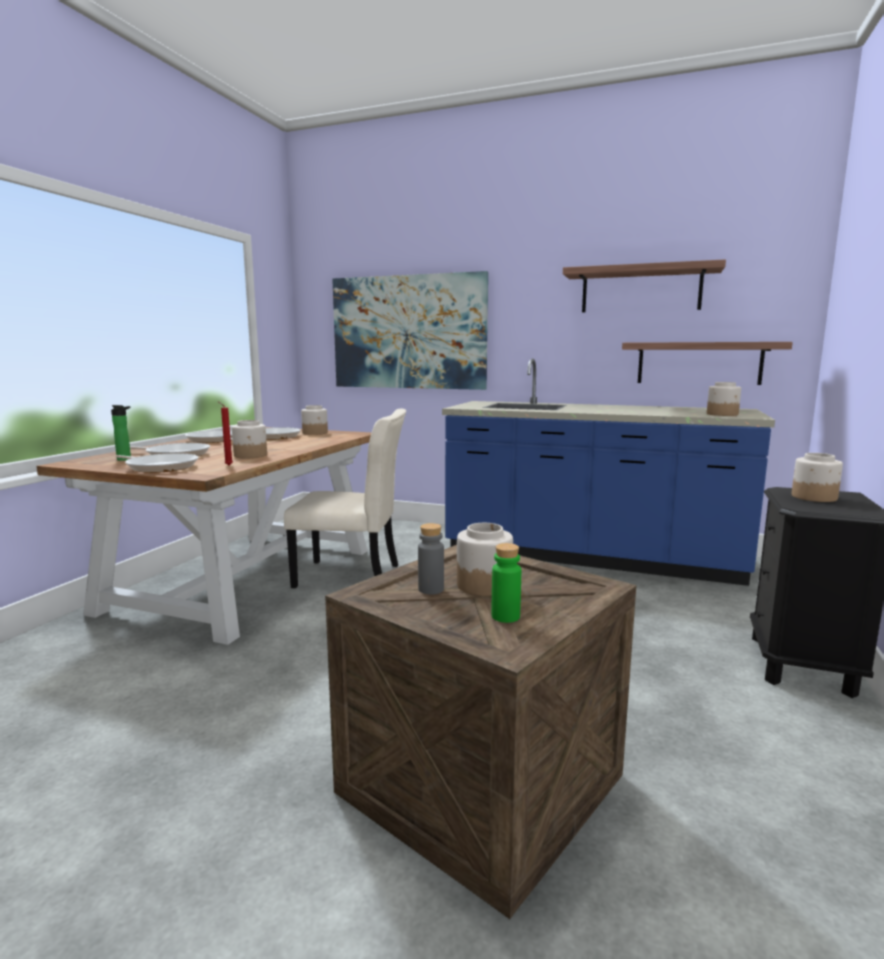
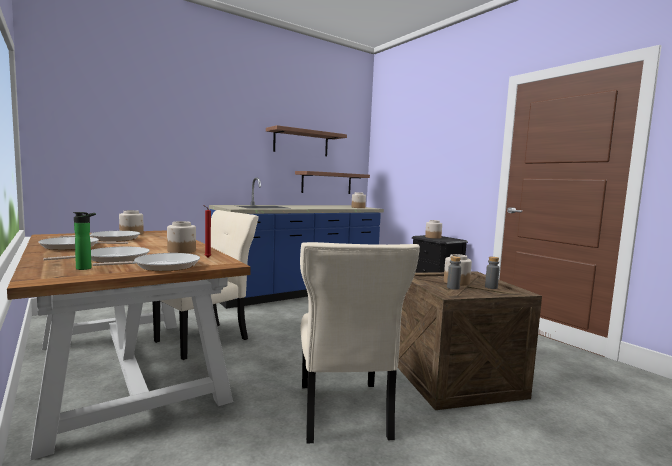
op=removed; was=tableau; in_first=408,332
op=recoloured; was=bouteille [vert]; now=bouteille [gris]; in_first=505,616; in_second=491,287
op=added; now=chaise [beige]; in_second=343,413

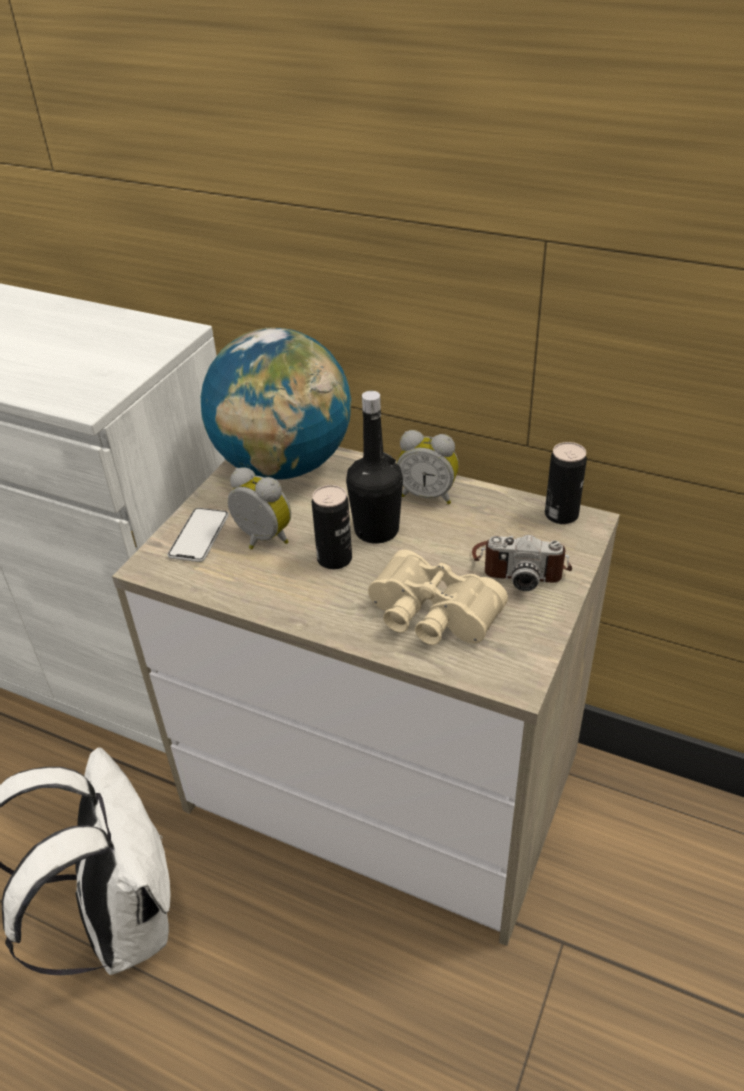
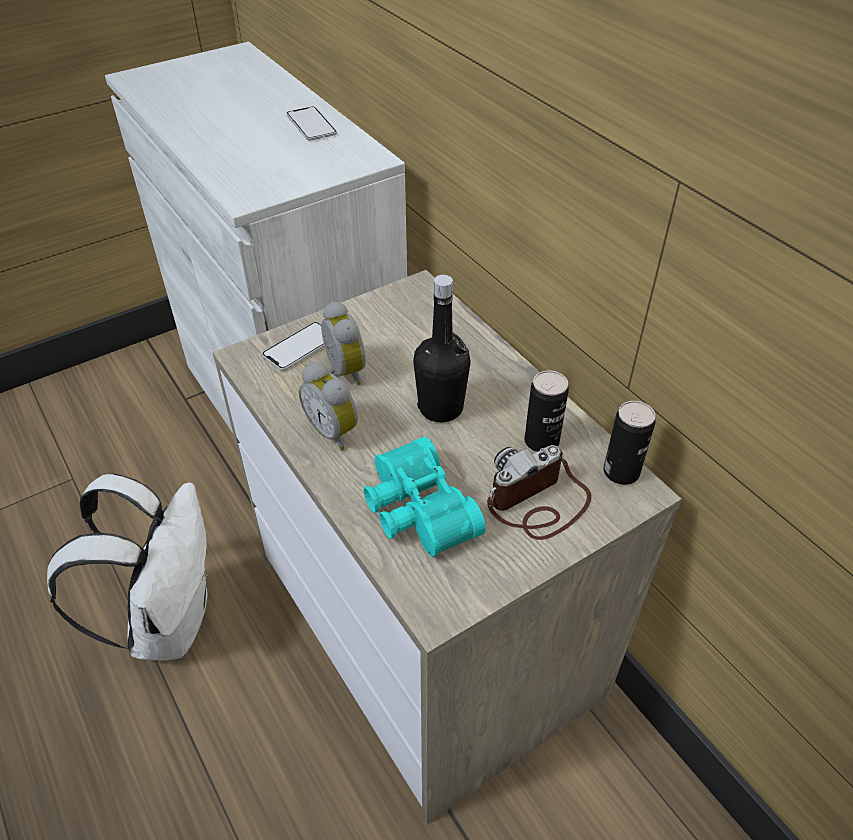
op=removed; was=globe; in_first=283,466
op=moved; was=boîte métallique; in_first=334,559; in_second=541,441
op=recoloured; was=jumelles [beige]; now=jumelles [turquoise]; in_first=430,617; in_second=415,511
op=moved; was=réveil; in_first=428,494; in_second=334,431
op=turned; was=appareil photo; in_first=520,565; in_second=537,503; clockwise=105
op=added; now=téléphone; in_second=311,125

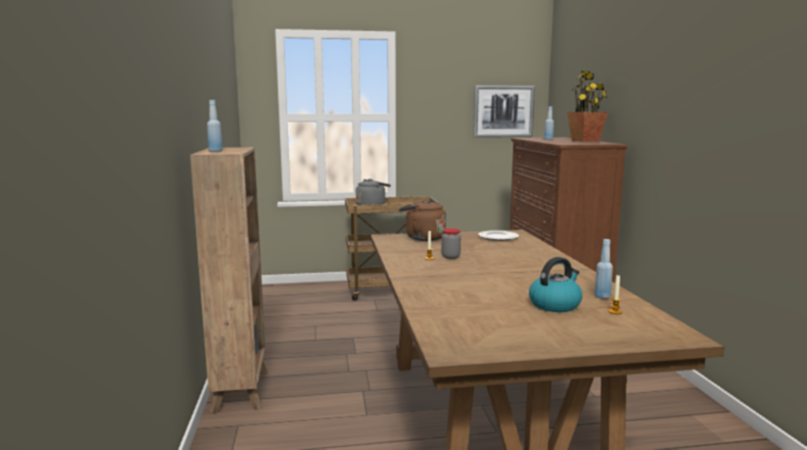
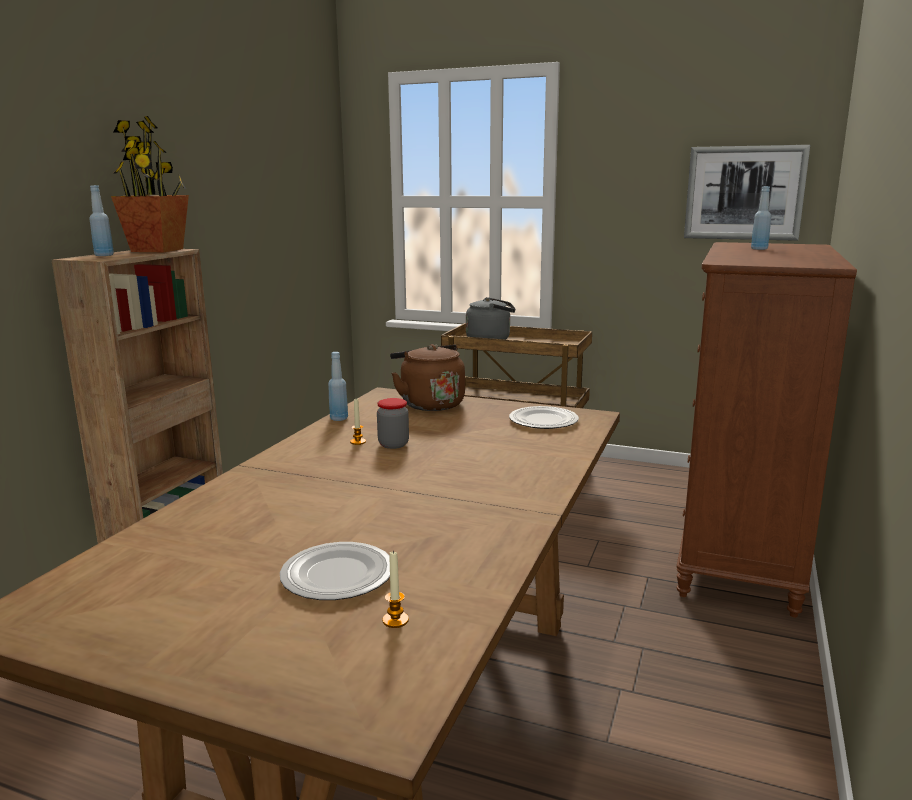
op=replaced; was=bouilloire; now=assiette; in_first=555,304; in_second=336,574
op=moved; was=plante en pot; in_first=585,140; in_second=158,250
op=moved; was=bouteille [bleu]; in_first=602,296; in_second=339,419

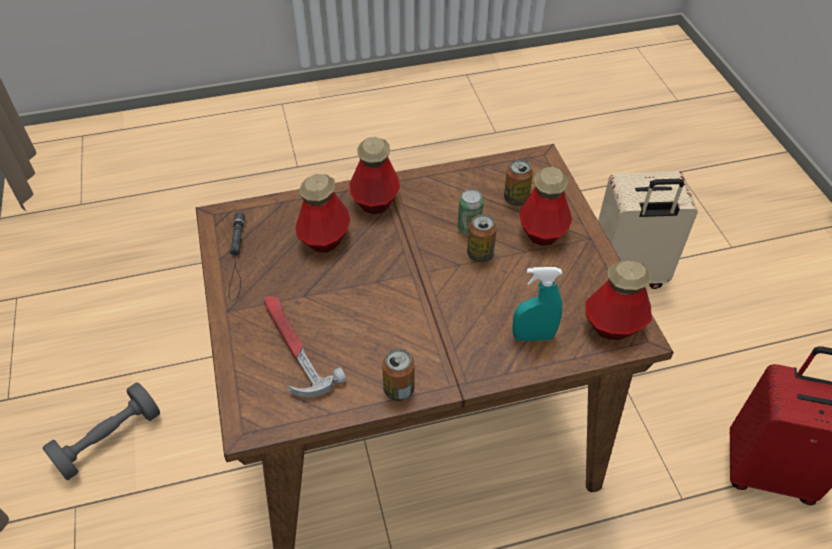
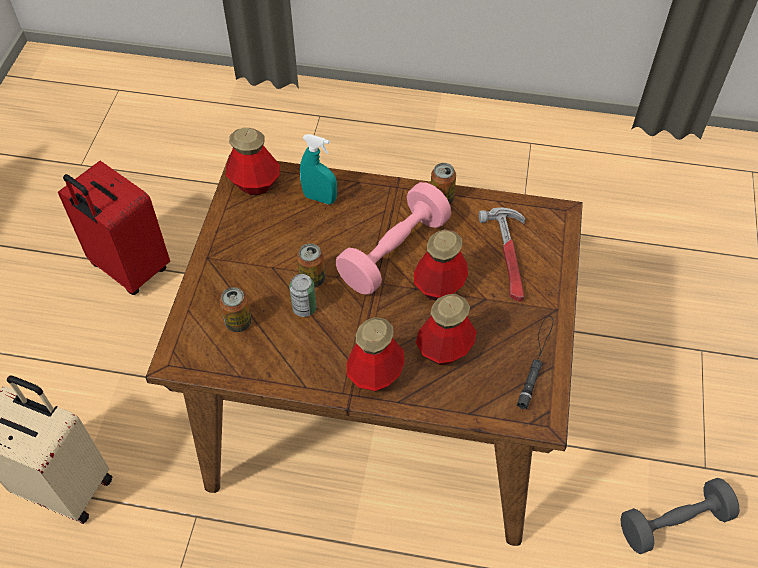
op=moved; was=bouteille; in_first=542,232; in_second=439,286
op=added; now=haltère [rose]; in_second=394,252

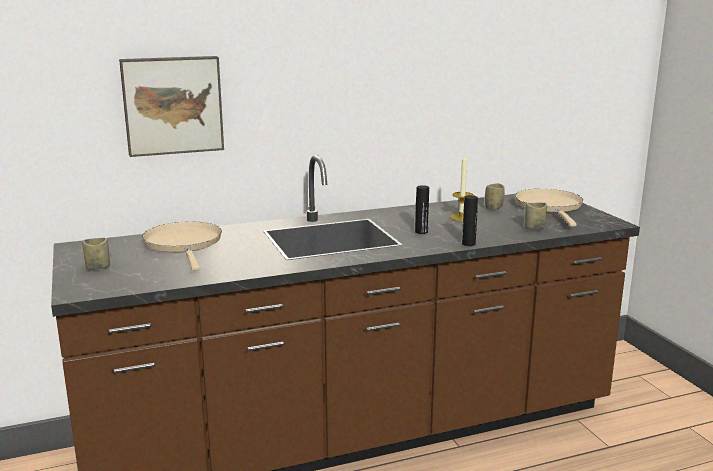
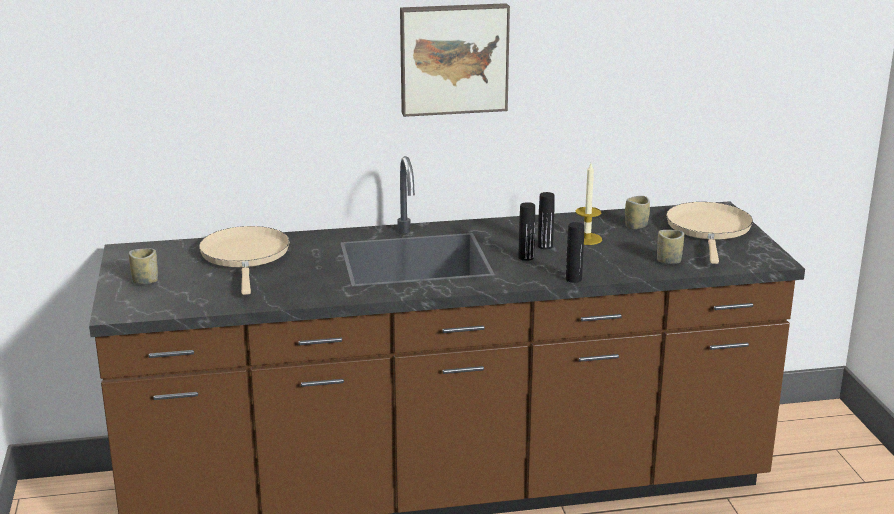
op=moved; was=tableau; in_first=172,105; in_second=453,58
op=added; now=bouteille [noir]; in_second=545,246

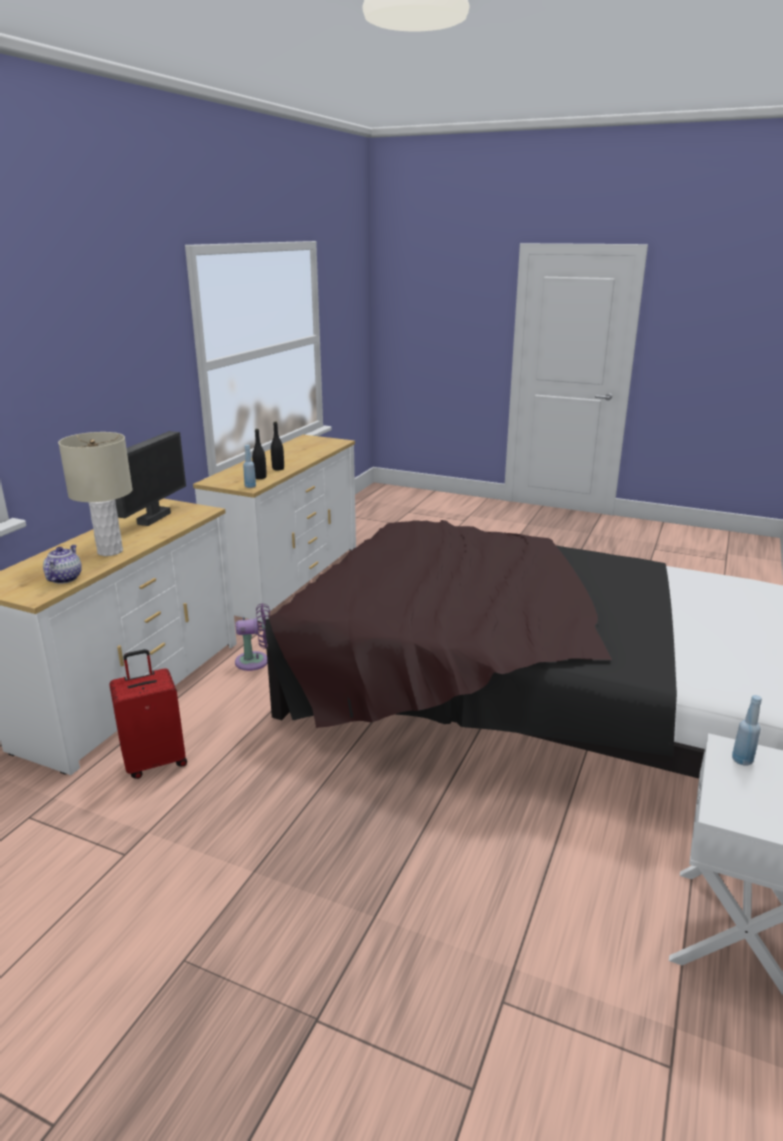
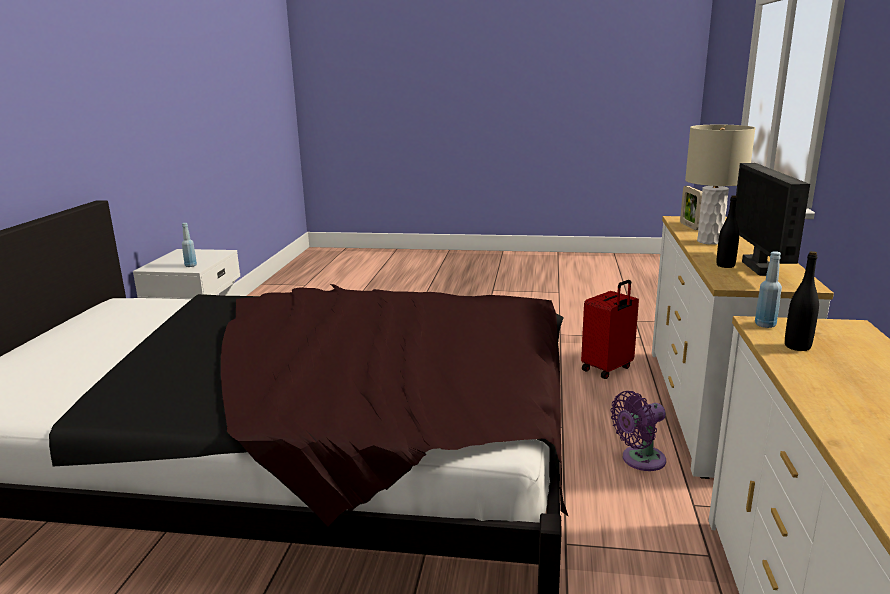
op=replaced; was=théière; now=cadre photo; in_first=64,578; in_second=689,226
op=moved; was=bouteille [noir]; in_first=278,469; in_second=725,265

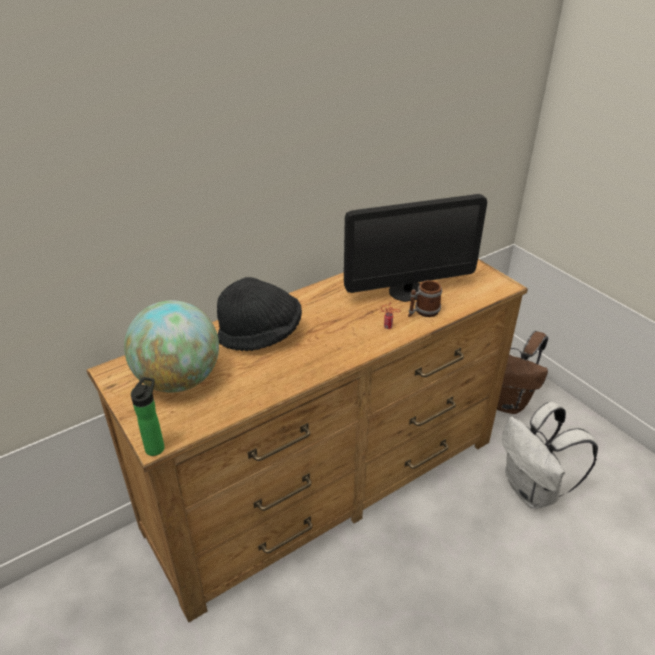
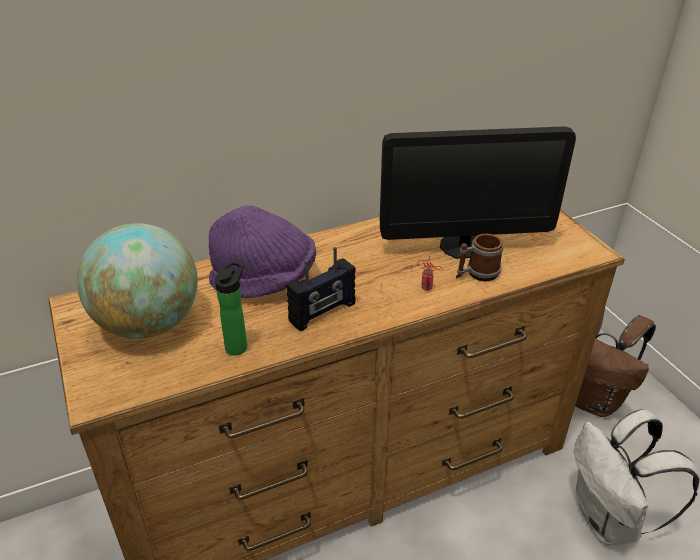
op=moved; was=bouteille; in_first=156,446; in_second=238,345
op=recoloured; was=chapeau [noir]; now=chapeau [violet]; in_first=260,335; in_second=264,280
op=added; now=radio; in_second=323,313

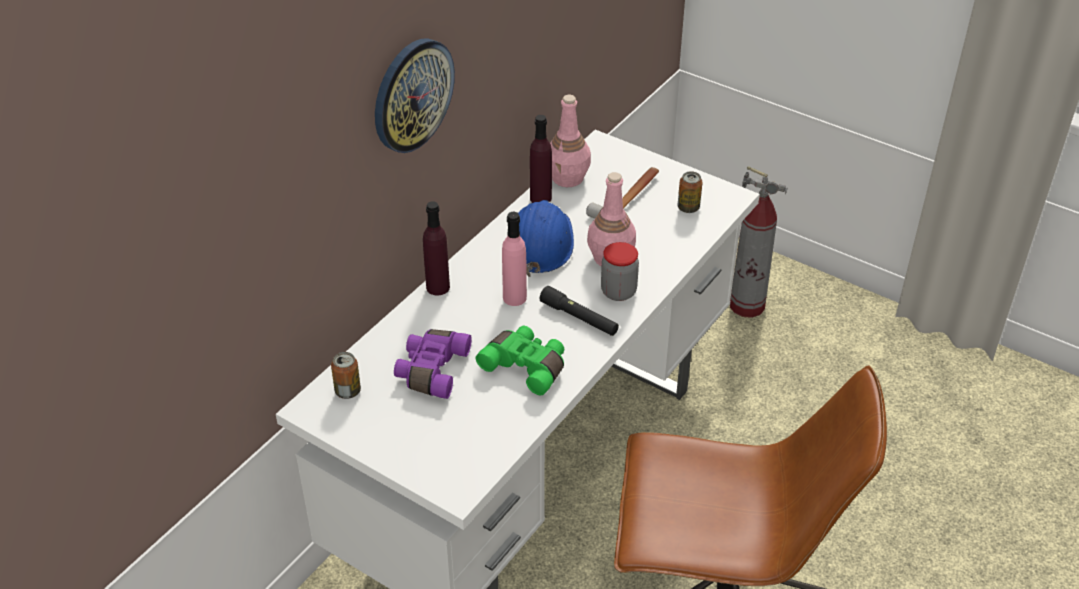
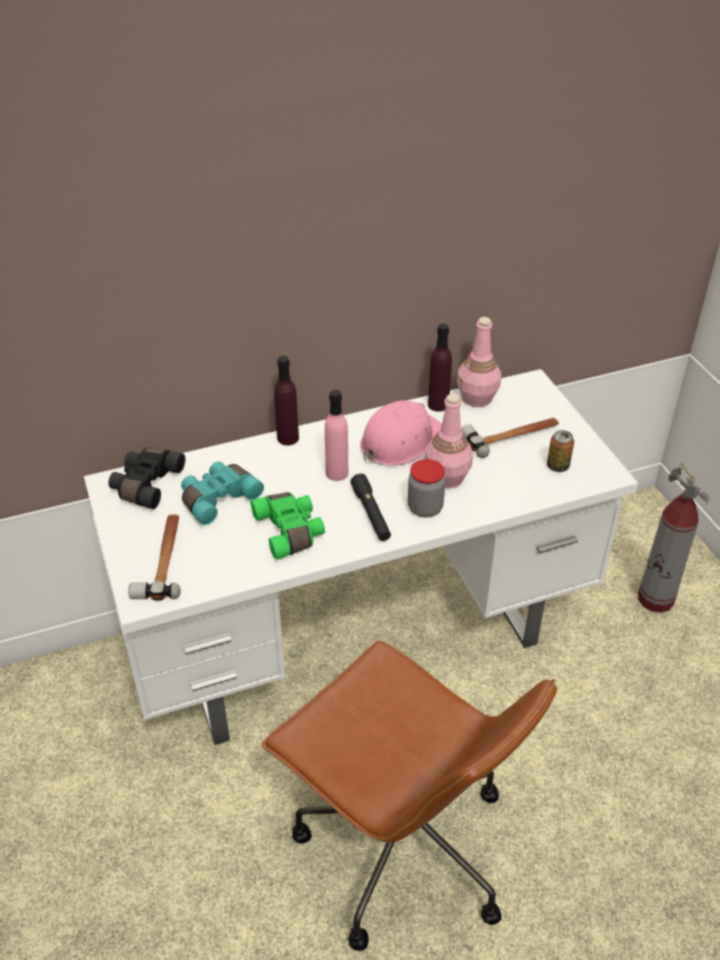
op=replaced; was=boîte métallique; now=jumelles [noir]; in_first=348,391; in_second=145,484
op=removed; was=horloge murale; in_first=412,94
op=recoloured; was=jumelles [violet]; now=jumelles [turquoise]; in_first=431,370; in_second=218,498
op=recoloured; was=casque de chantier [bleu]; now=casque de chantier [rose]; in_first=539,244; in_second=399,440
op=added; now=marteau; in_second=163,560

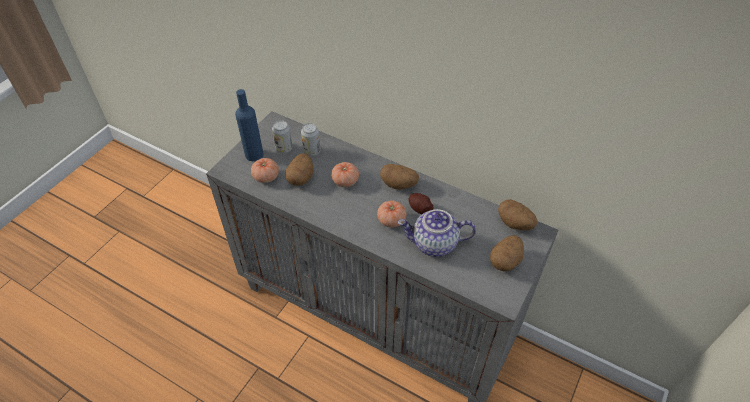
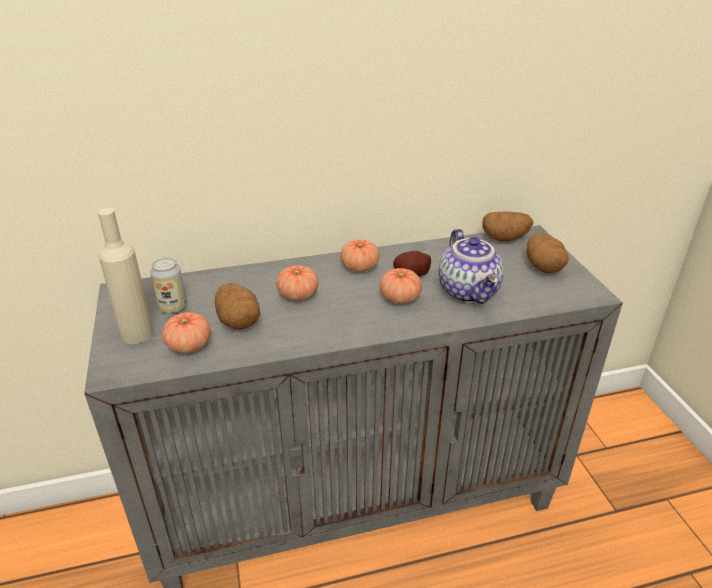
op=recoloured; was=bouteille [bleu]; now=bouteille [beige]; in_first=254,154; in_second=137,334
op=removed; was=boîte métallique; in_first=312,151
op=replaced; was=pomme de terre; now=tomate; in_first=399,184; in_second=359,267
op=turned; was=théière; in_first=434,244; in_second=470,292; clockwise=-60

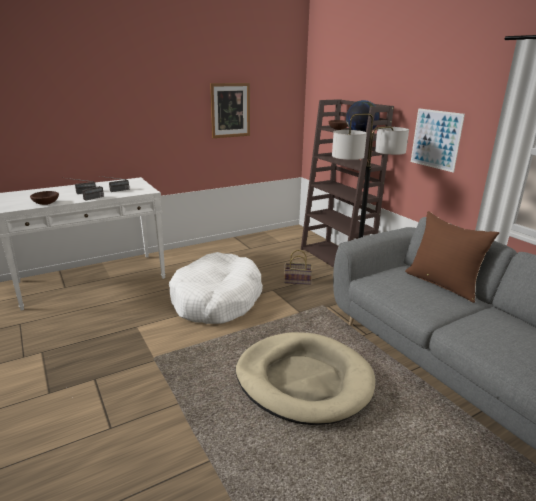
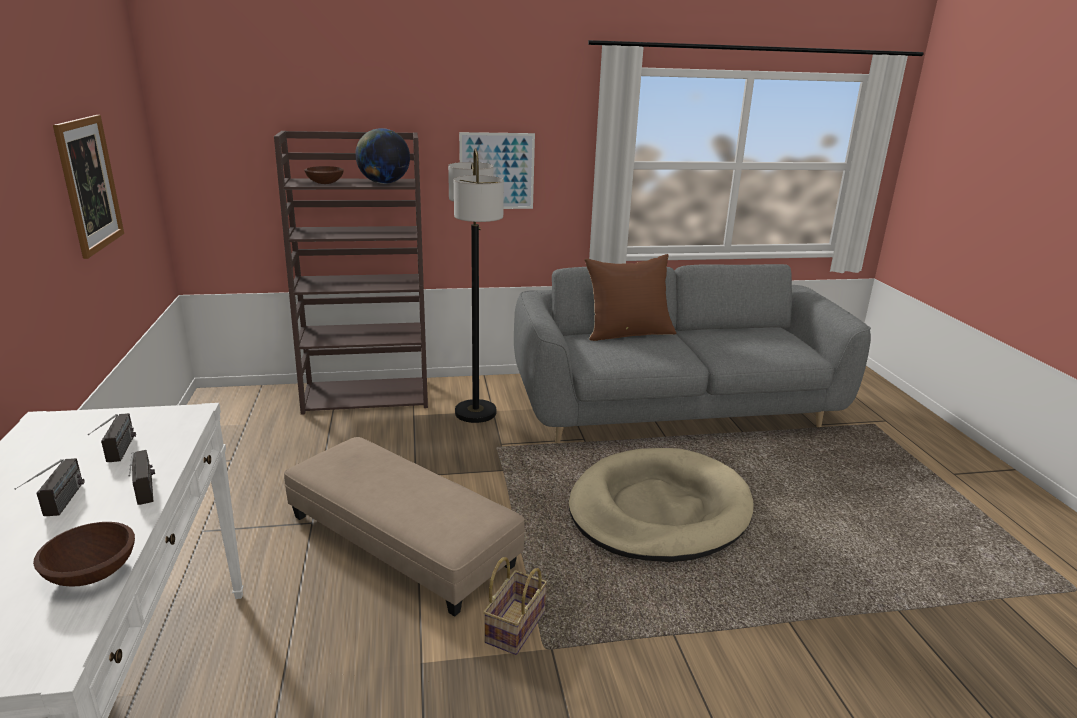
op=replaced; was=panier pour chien [blanc]; now=pouf [beige]; in_first=217,300; in_second=401,540
op=moved; was=panier; in_first=298,280; in_second=514,625

